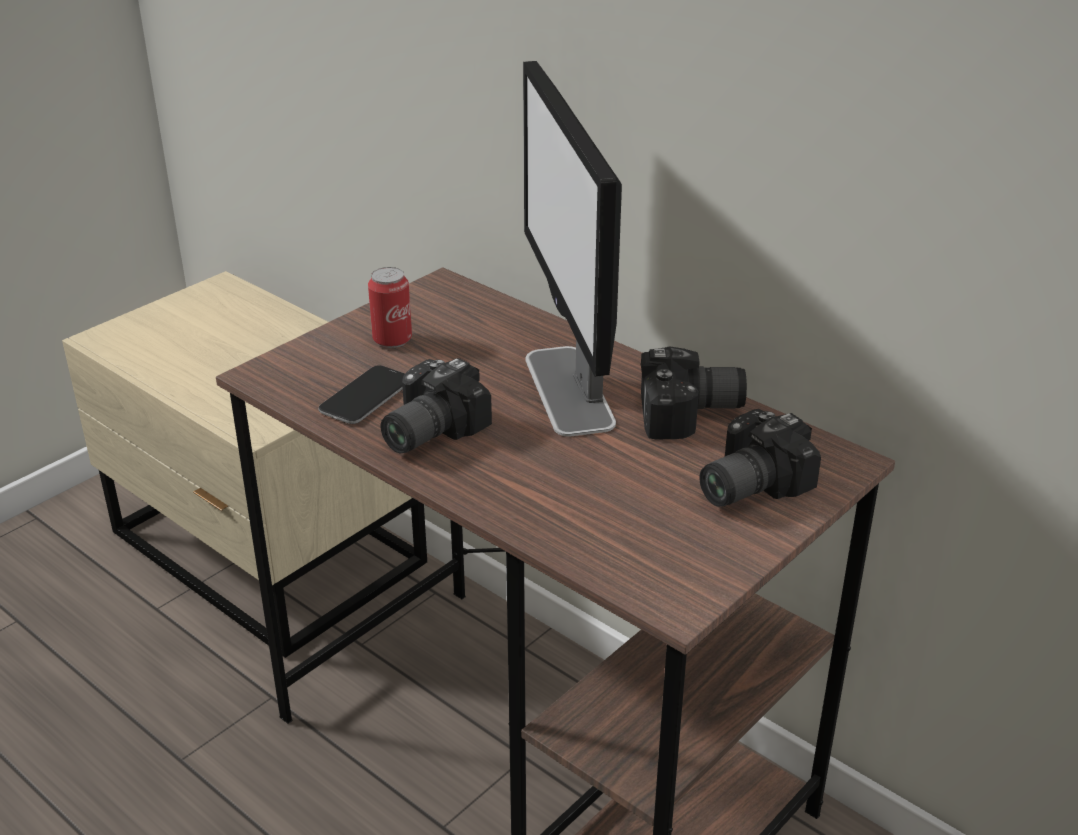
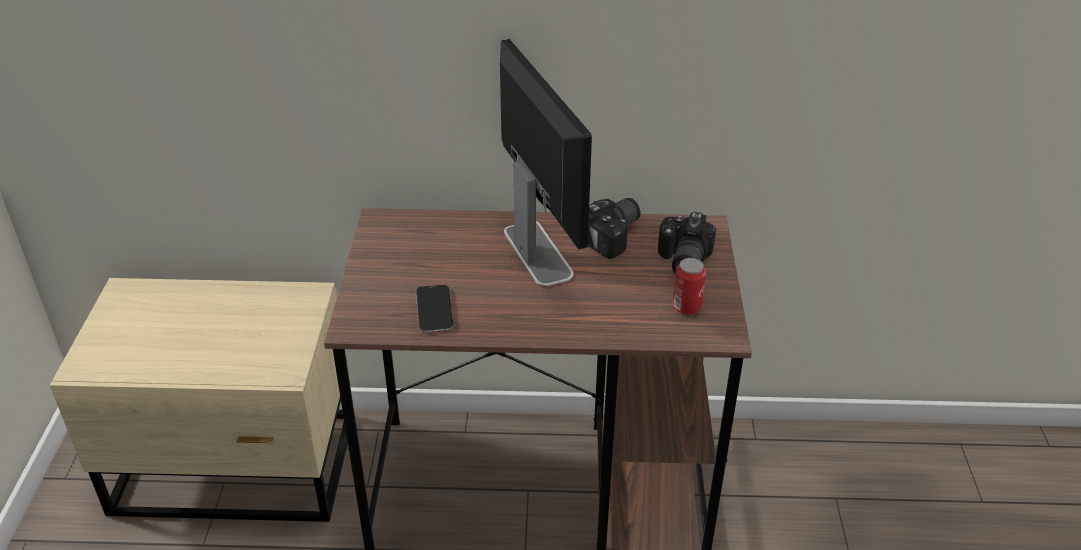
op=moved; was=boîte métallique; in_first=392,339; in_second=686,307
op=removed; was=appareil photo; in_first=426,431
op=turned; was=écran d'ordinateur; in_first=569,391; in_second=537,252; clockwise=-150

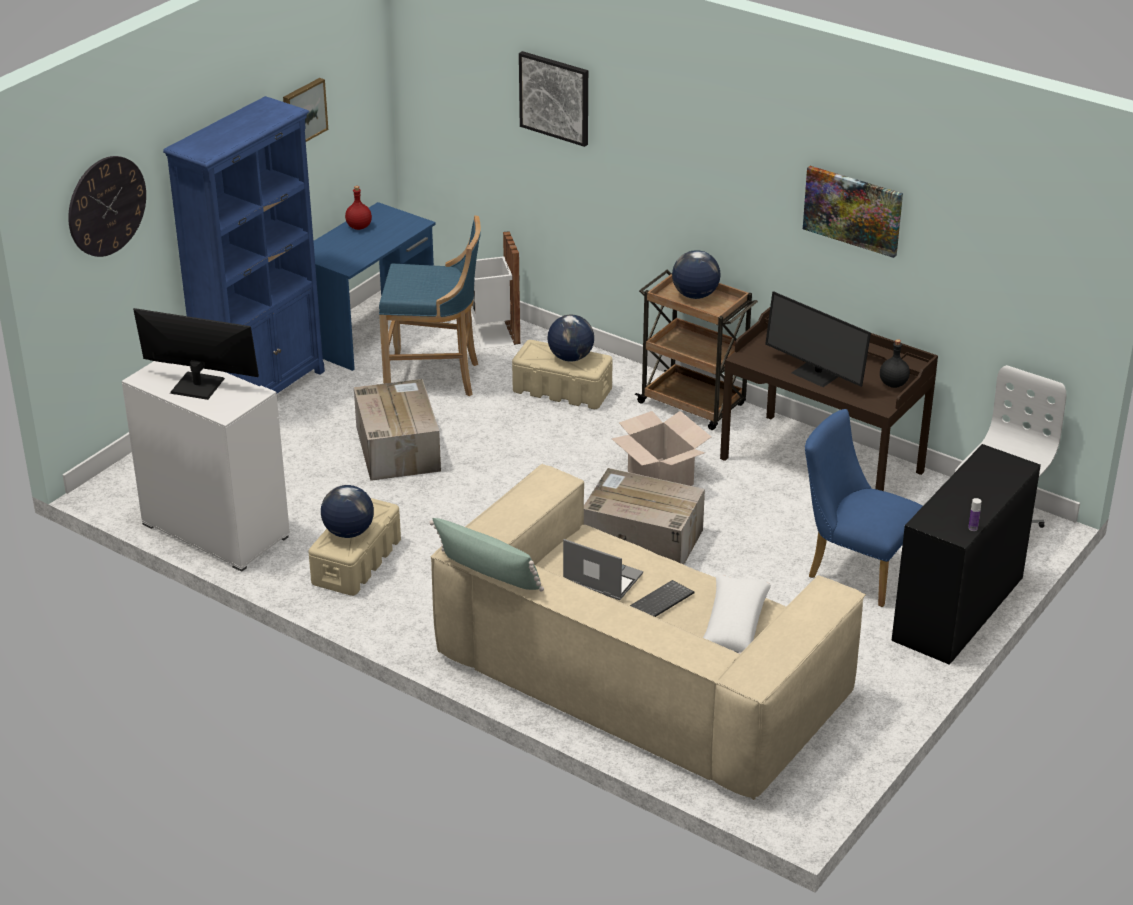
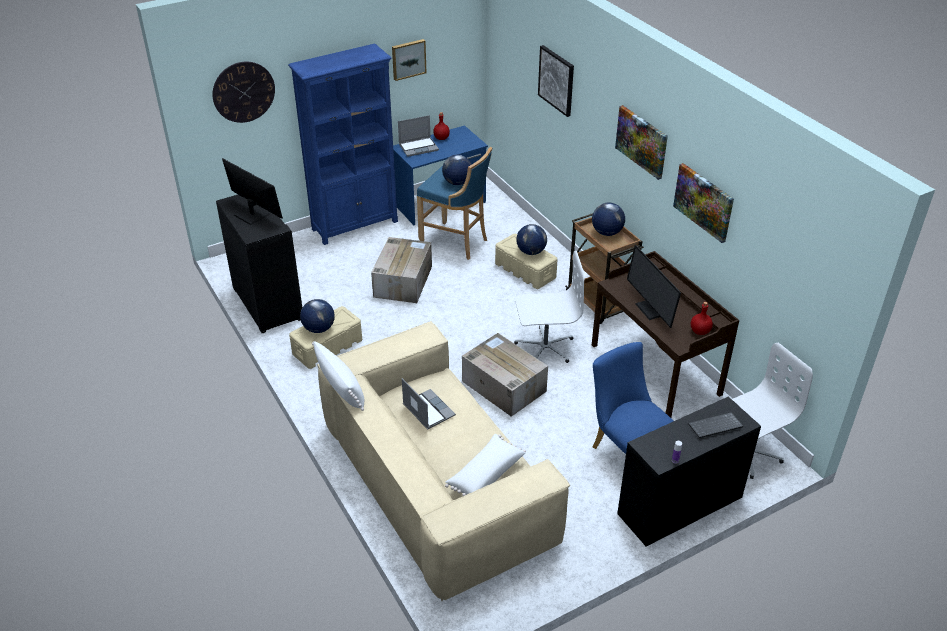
op=recoloured; was=meuble de rangement [blanc]; now=meuble de rangement [noir]; in_first=214,530; in_second=266,303
op=recoloured; was=coussin [vert]; now=coussin [blanc]; in_first=488,573; in_second=341,387
op=removed; was=poubelle [blanc]; in_first=494,335
op=replaced; was=carton; now=chaise de bureau [blanc]; in_first=661,478; in_second=545,347
op=moved; was=clavier; in_first=660,603; in_second=715,427
op=recoloured; was=bouteille [noir]; now=bouteille [rouge]; in_first=893,383; in_second=700,331
op=added; now=ordinateur portable; in_second=419,147
op=added; now=globe; in_second=457,183
op=added; now=tableau; in_second=642,141

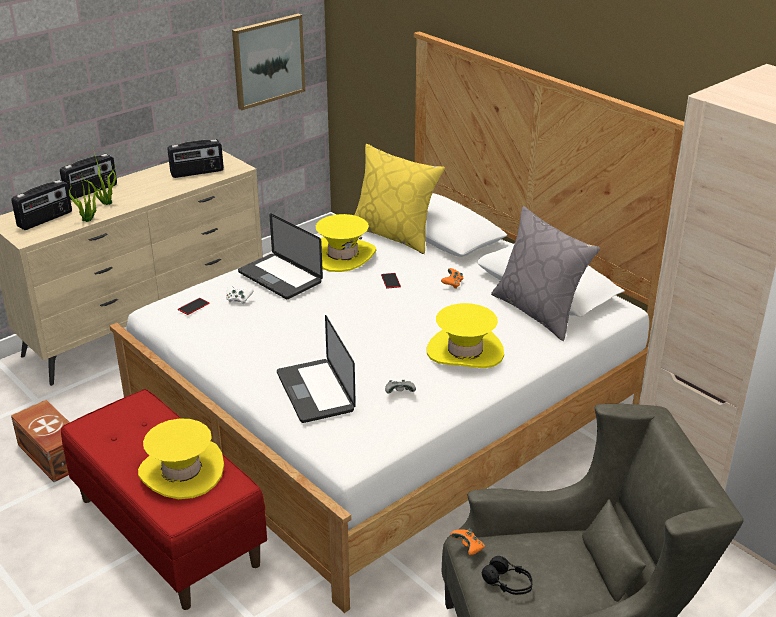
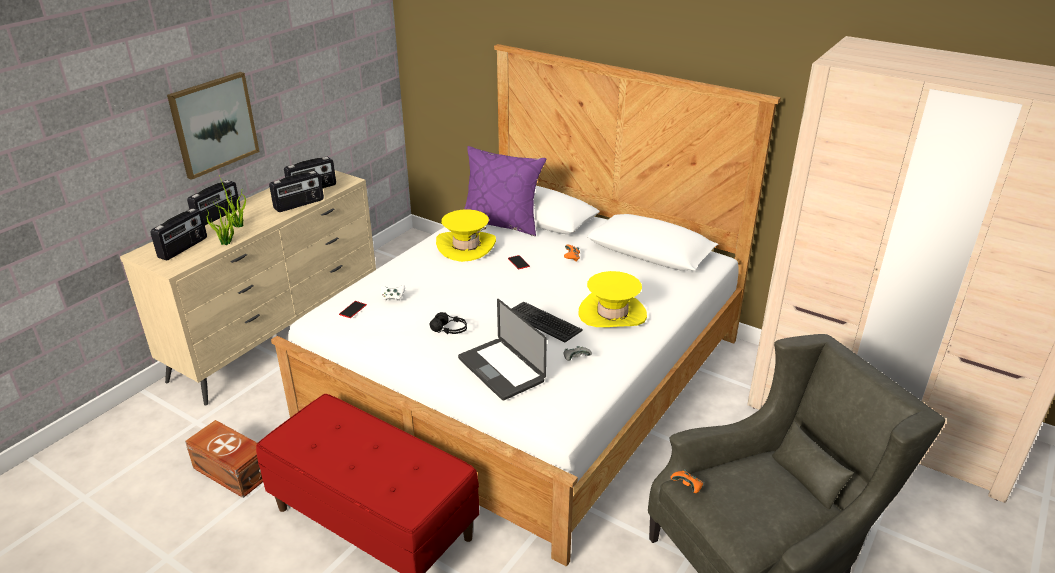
op=removed; was=chapeau [jaune]; in_first=181,472
op=moved; was=tableau; in_first=268,61; in_second=214,124
op=removed; was=ordinateur portable; in_first=280,277
op=recoloured; was=coussin [jaune]; now=coussin [violet]; in_first=394,234; in_second=502,223
op=moved; was=casque audio [noir]; in_first=508,583; in_second=449,330
op=removed; was=coussin [gris]; in_first=539,312
op=added; now=radio; in_second=299,204
op=added; now=clavier; in_second=544,322

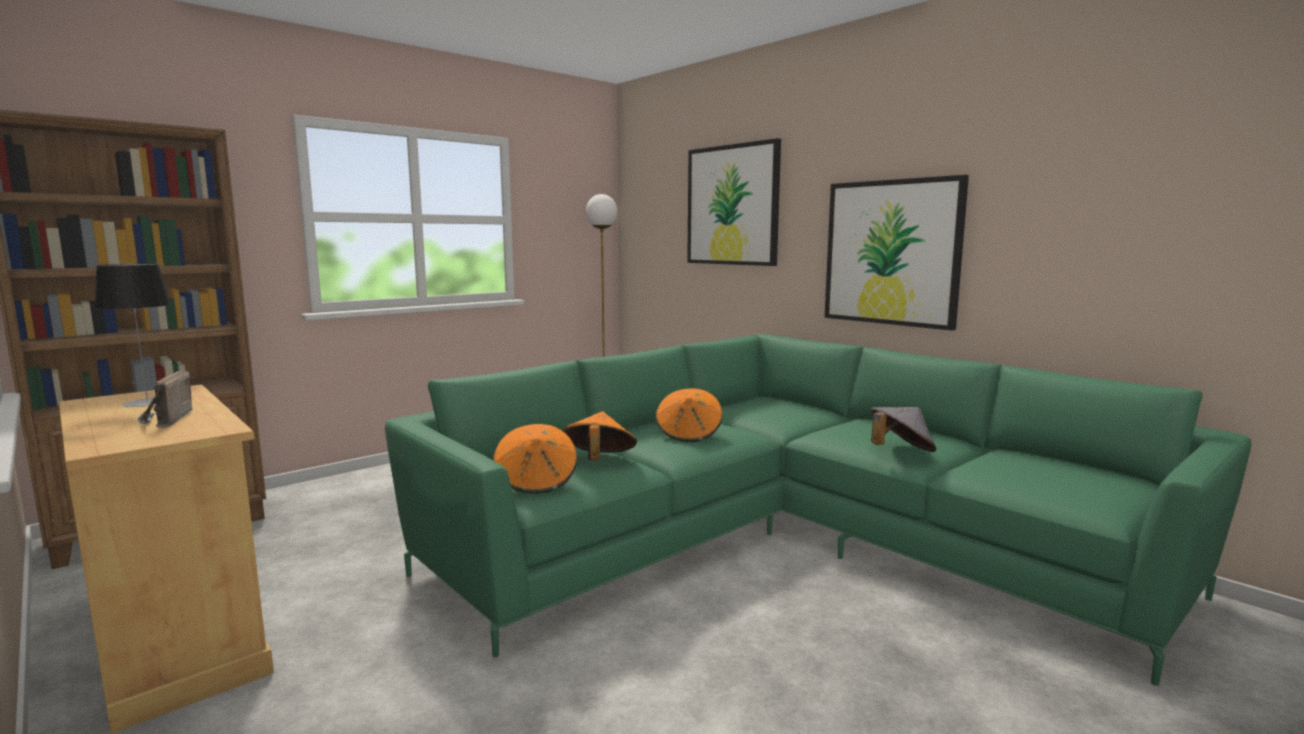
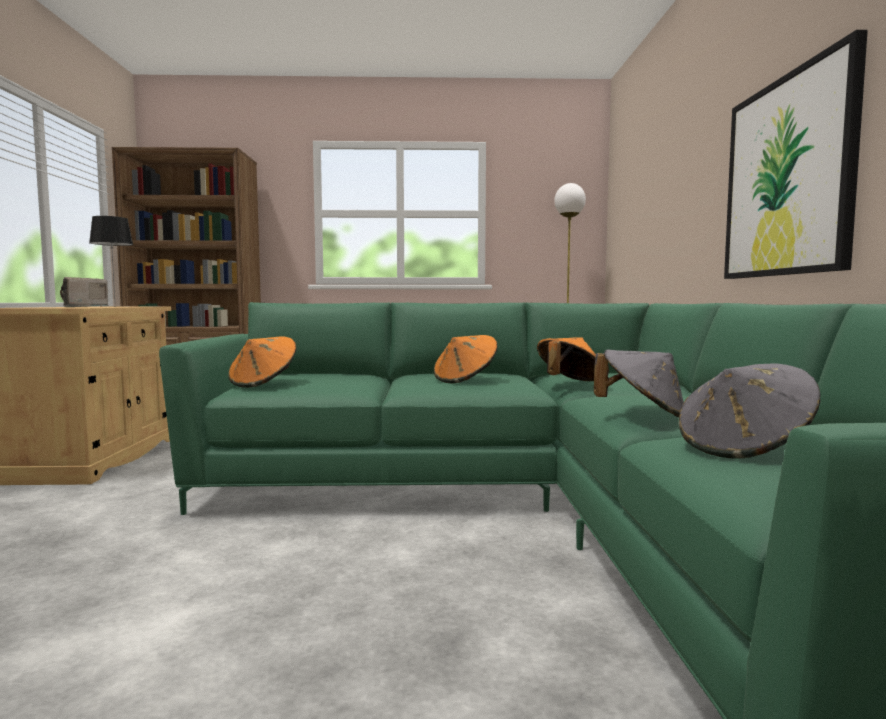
op=moved; was=chapeau [orange]; in_first=598,461; in_second=569,383
op=removed; was=tableau; in_first=732,205
op=added; now=chapeau [gris]; in_second=743,448

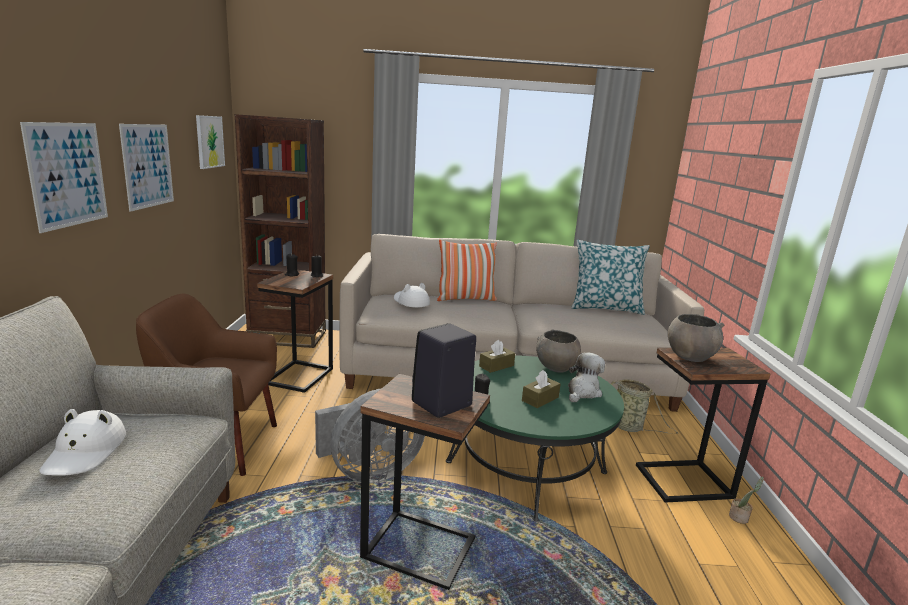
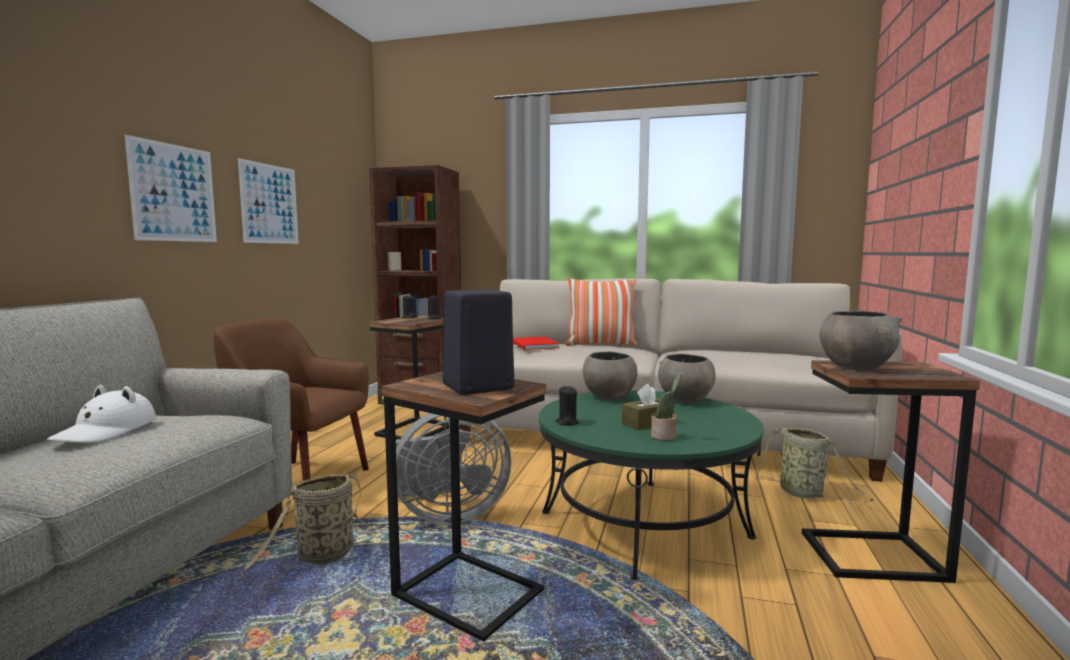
op=removed; was=tableau; in_first=209,141
op=replaced; was=chapeau [blanc]; now=livre [rouge]; in_first=410,302; in_second=534,345
op=replaced; was=boîte à mouchoirs [marron]; now=bol [gris]; in_first=496,366; in_second=609,397
op=removed; was=peluche; in_first=582,392
op=removed; was=coussin; in_first=605,308
op=moved; was=plante en pot; in_first=740,518; in_second=665,437
op=added; now=panier; in_second=322,558

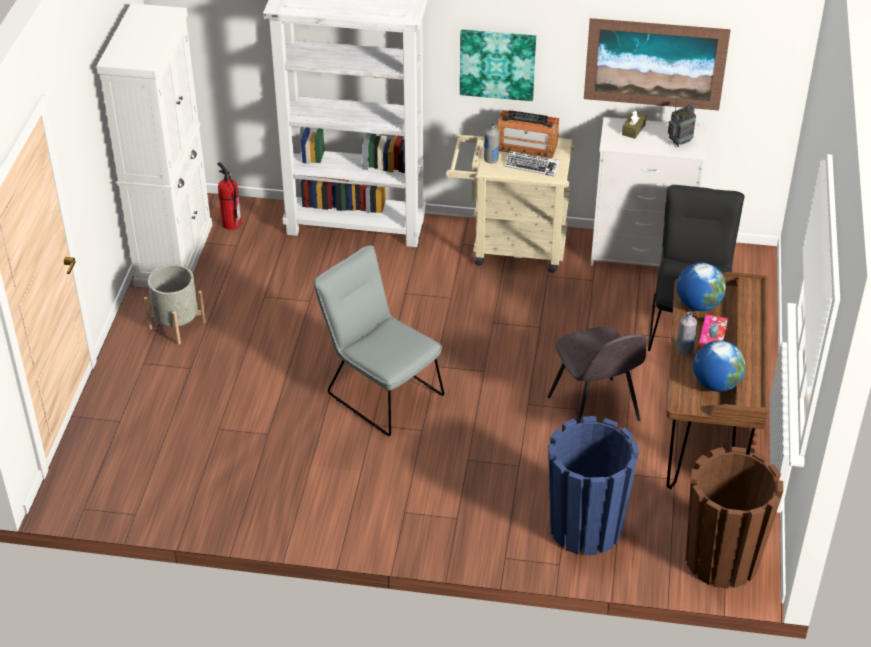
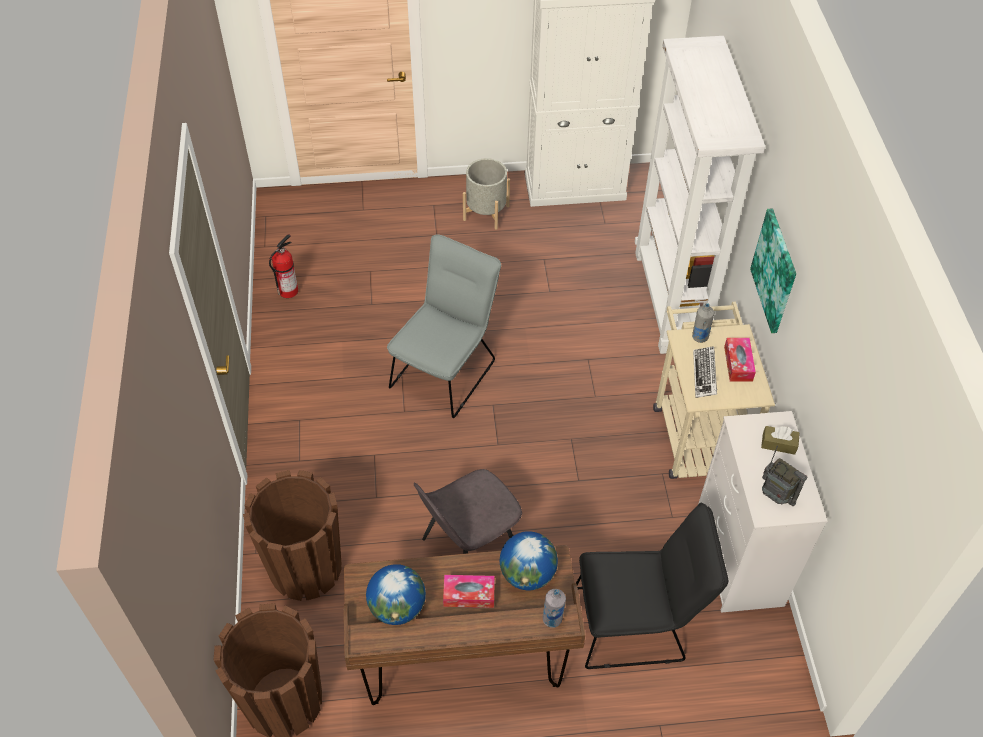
op=moved; was=extincteur; in_first=231,223; in_second=288,290
op=replaced; was=radio; now=boîte à mouchoirs; in_first=526,147; in_second=738,364
op=recoloured; was=cache-pot [bleu]; now=cache-pot [marron]; in_first=585,527; in_second=305,568
op=removed; was=tableau; in_first=655,64
op=moved; was=bouteille [gris]; in_first=684,350; in_second=552,619

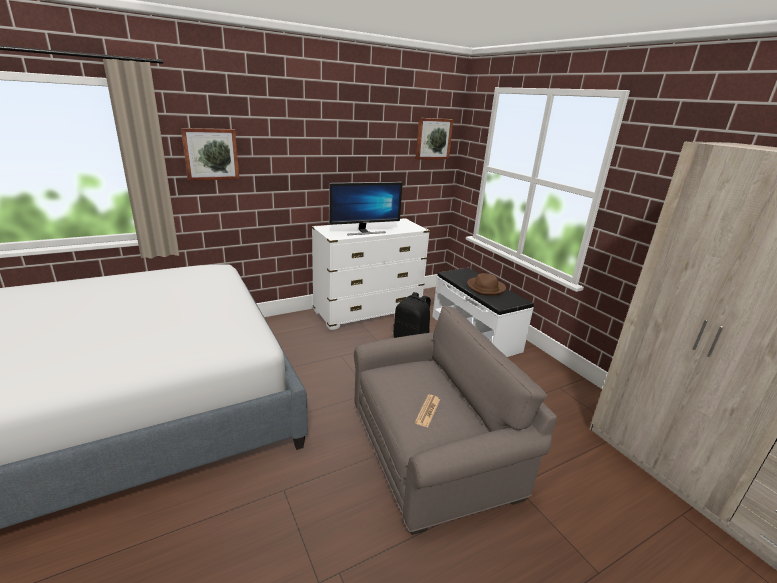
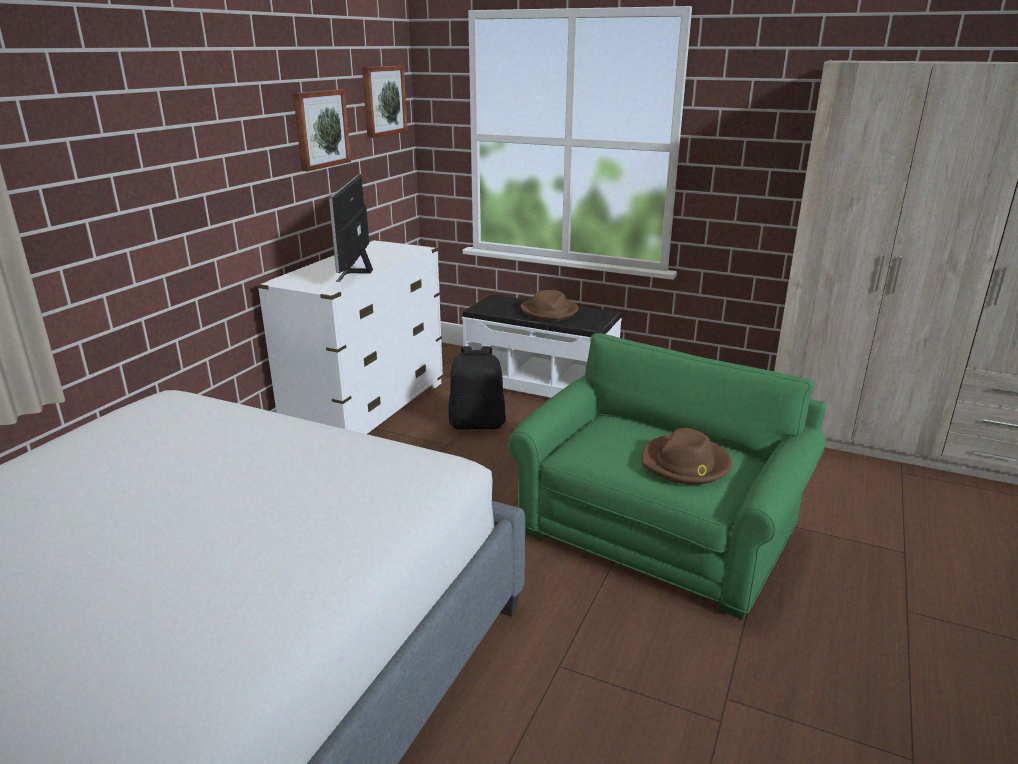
op=moved; was=tableau; in_first=211,154; in_second=320,129
op=turned; was=écran d'ordinateur; in_first=364,232; in_second=356,271; clockwise=150
op=recoloured; was=fauteuil [gris]; now=fauteuil [vert]; in_first=431,451; in_second=657,532
op=replaced; was=journal; now=chapeau [marron]; in_first=427,411; in_second=685,464

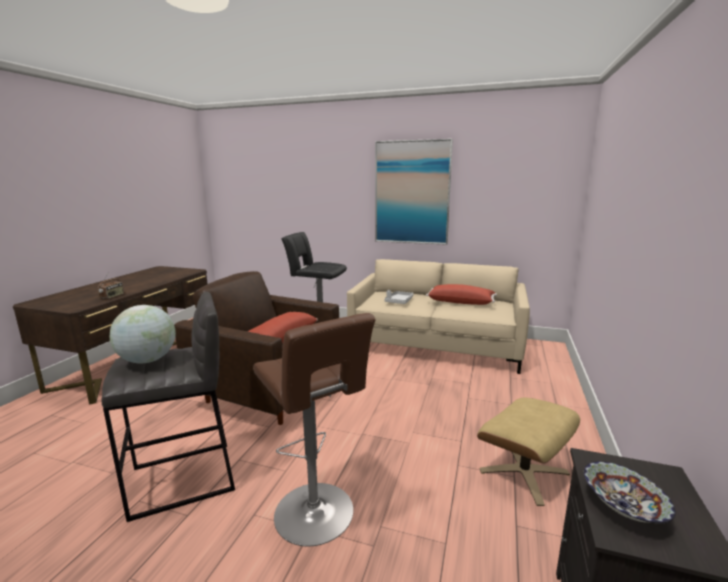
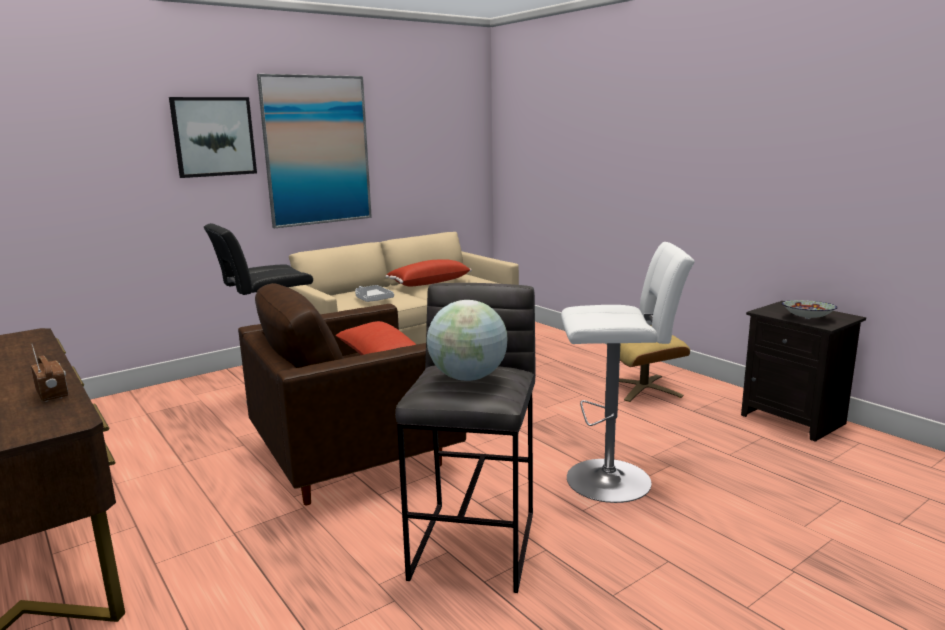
op=recoloured; was=tabouret [marron]; now=tabouret [blanc]; in_first=317,516; in_second=615,479
op=added; now=tableau; in_second=213,137

